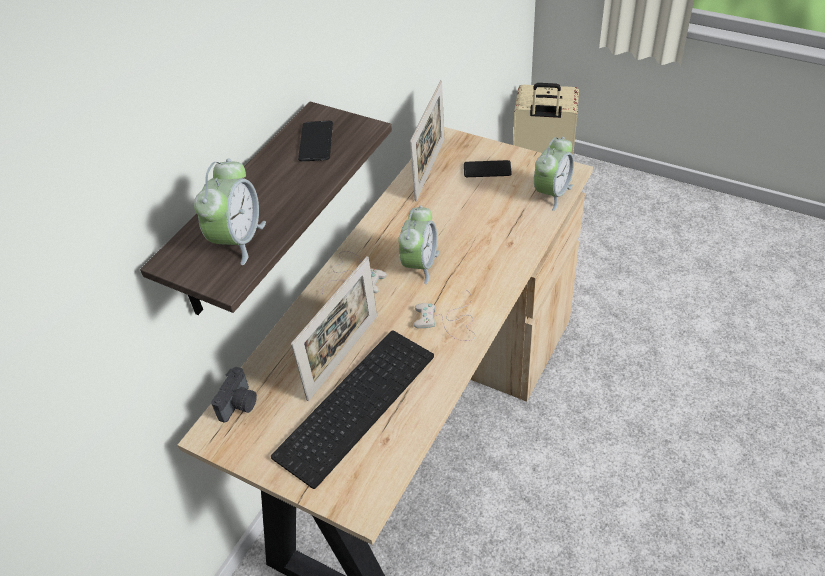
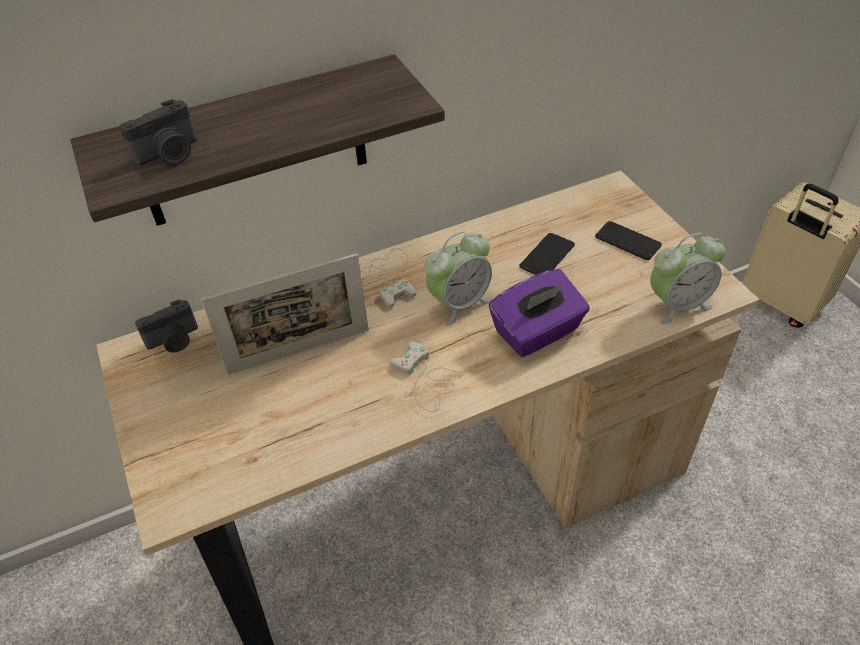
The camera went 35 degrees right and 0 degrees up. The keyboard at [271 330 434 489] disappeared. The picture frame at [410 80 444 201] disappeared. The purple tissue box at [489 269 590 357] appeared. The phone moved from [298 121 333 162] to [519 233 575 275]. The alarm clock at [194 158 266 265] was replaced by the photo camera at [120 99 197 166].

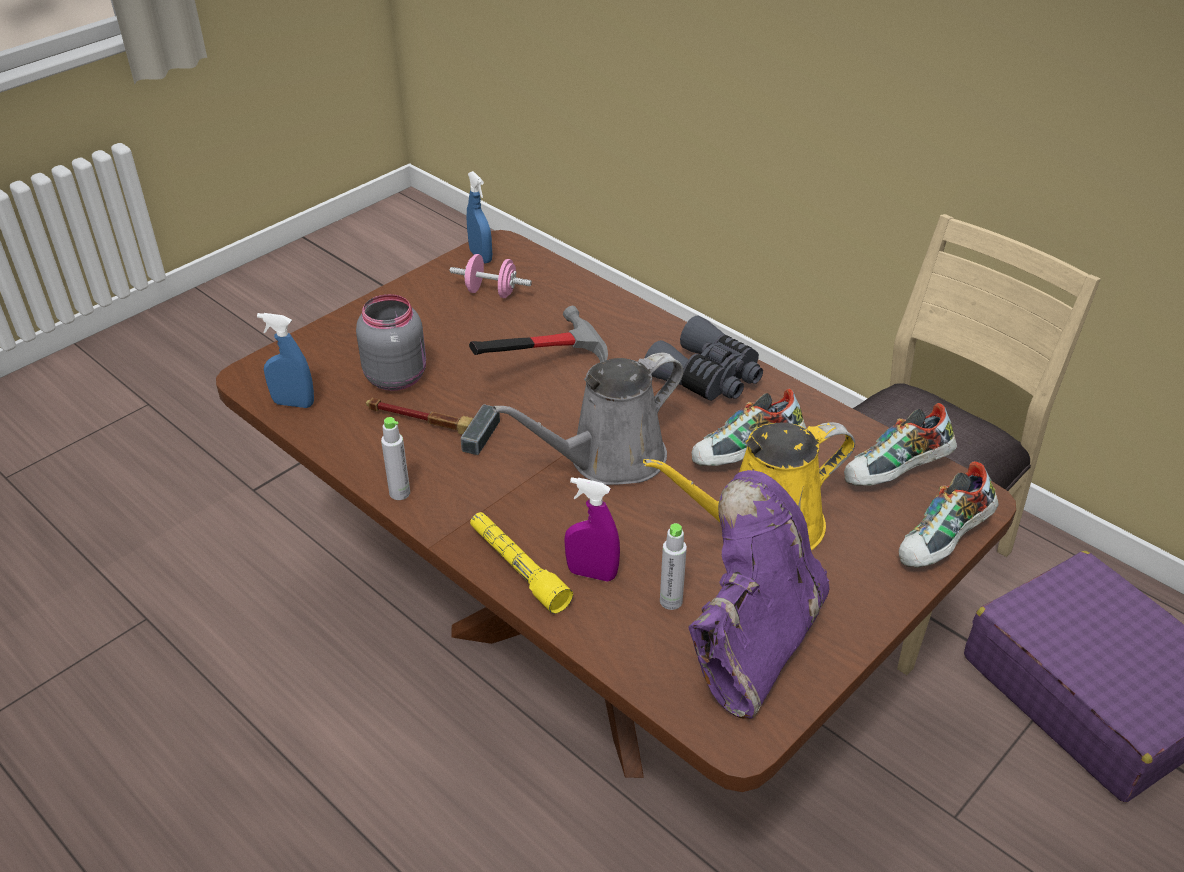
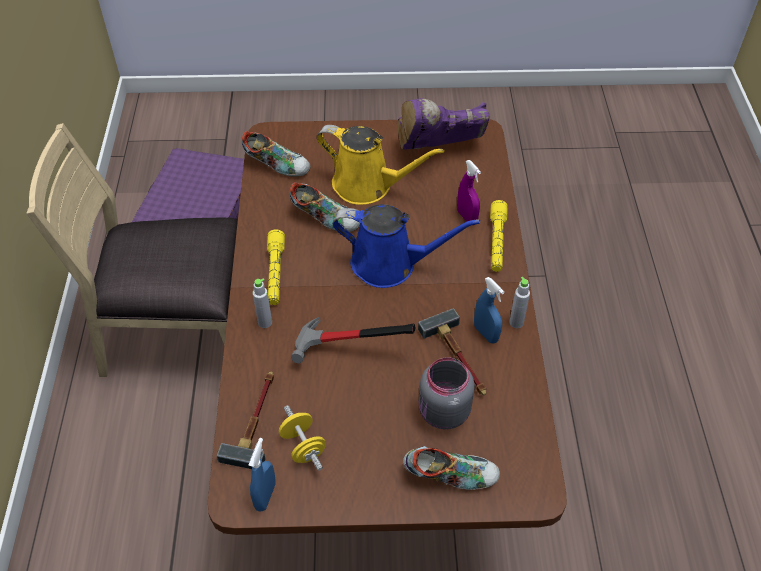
The camera went 135 degrees left and 10 degrees up. The hammer at [216 372 274 469] appeared. The blue spray bottle moved from [257 313 314 408] to [474 277 504 343]. The grey bottle moved from [660 523 687 610] to [253 278 272 328]. The shoe moved from [899 461 998 568] to [403 446 500 490]. The grey binoculars at [645 316 763 401] was replaced by the yellow flashlight at [267 229 285 305]. The pink dumbbell at [450 254 532 298] became the yellow dumbbell at [279 405 326 471]. The grey watering can at [492 353 684 485] became the blue watering can at [333 204 480 288].

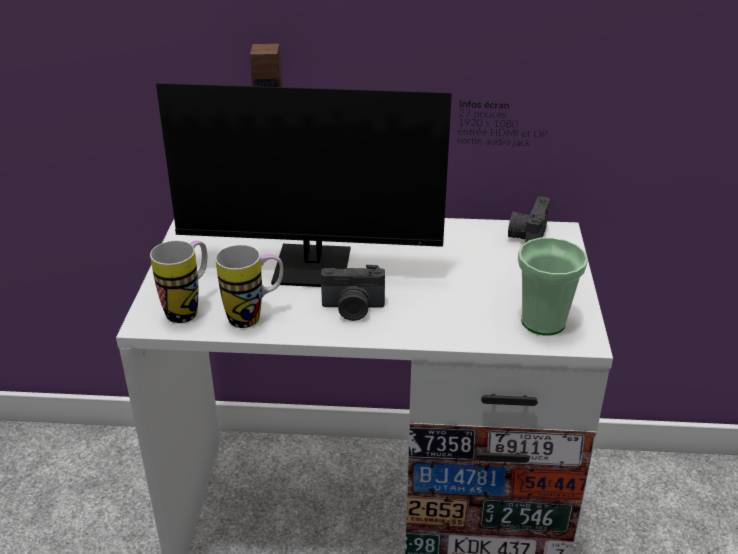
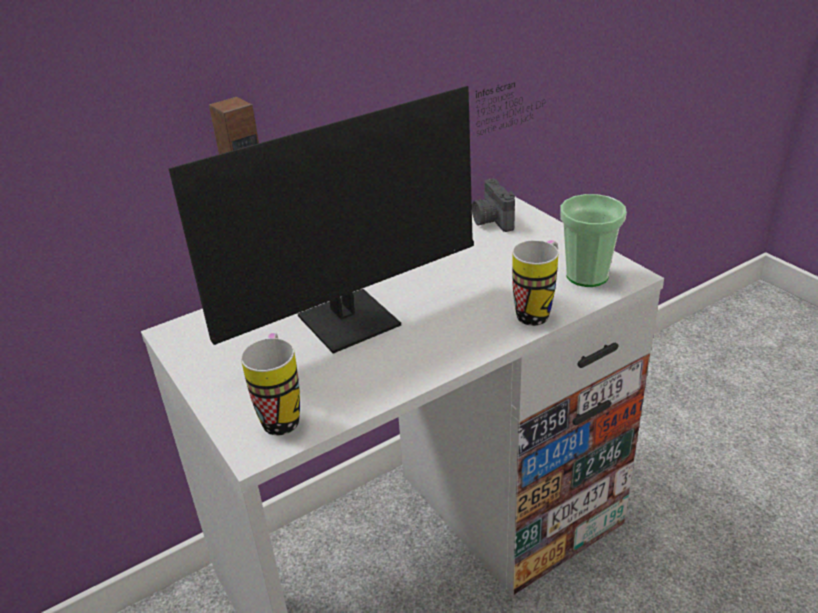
The camera went 35 degrees left and 0 degrees up. The photo camera at [321 264 385 321] disappeared. The mug moved from [215 245 283 328] to [512 240 558 326].

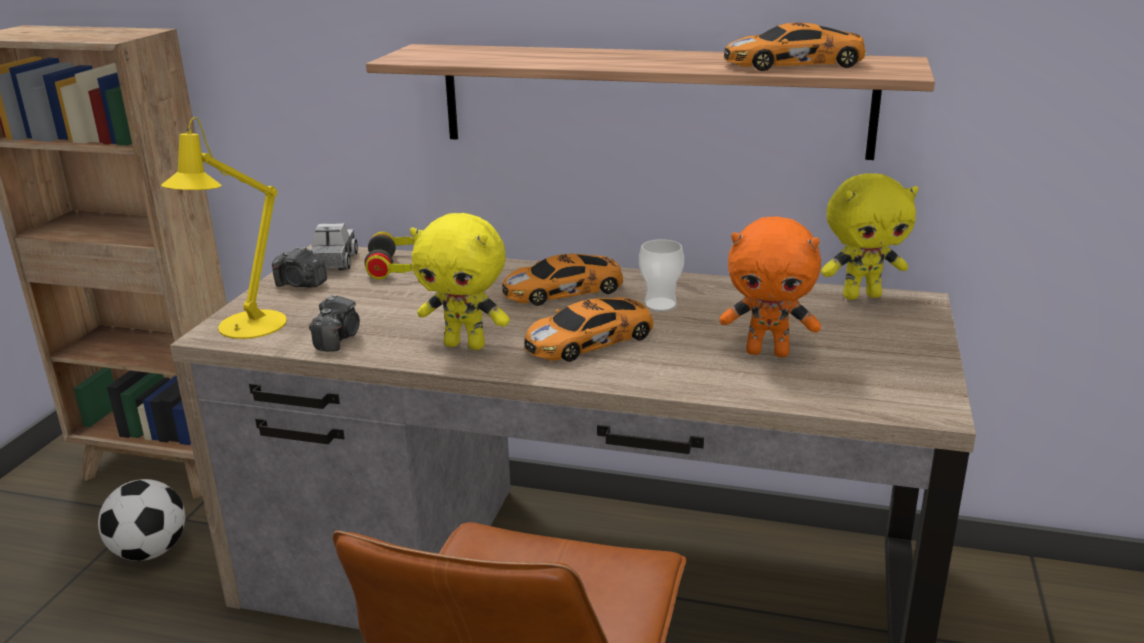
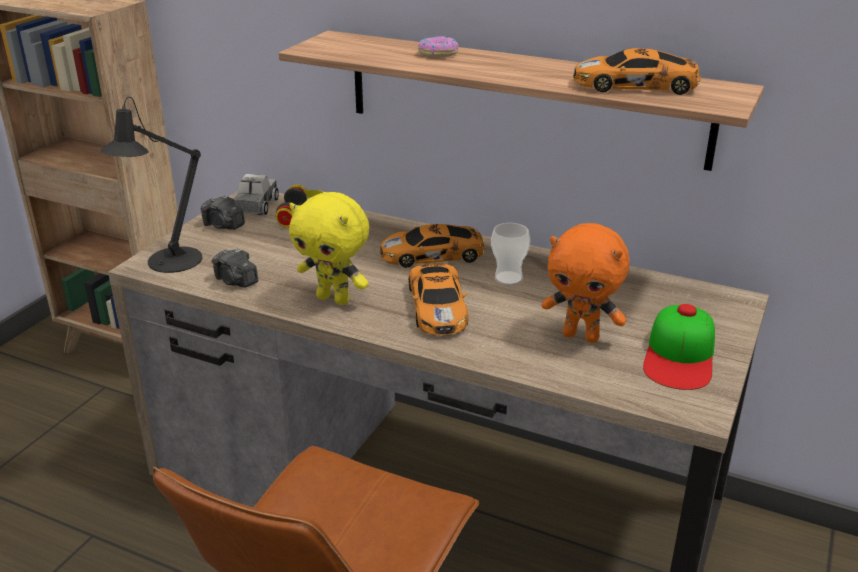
The camera went 10 degrees right and 5 degrees up. The football at [98 479 185 561] disappeared. The yellow plush toy at [821 173 918 300] disappeared. The donut at [418 36 459 58] appeared. The cap at [643 304 715 390] appeared. The yellow table lamp at [161 117 287 339] became the black table lamp at [101 97 202 273]. The photo camera at [309 295 360 352] turned 105 degrees clockwise. The toy car at [524 297 654 362] turned 75 degrees counterclockwise.

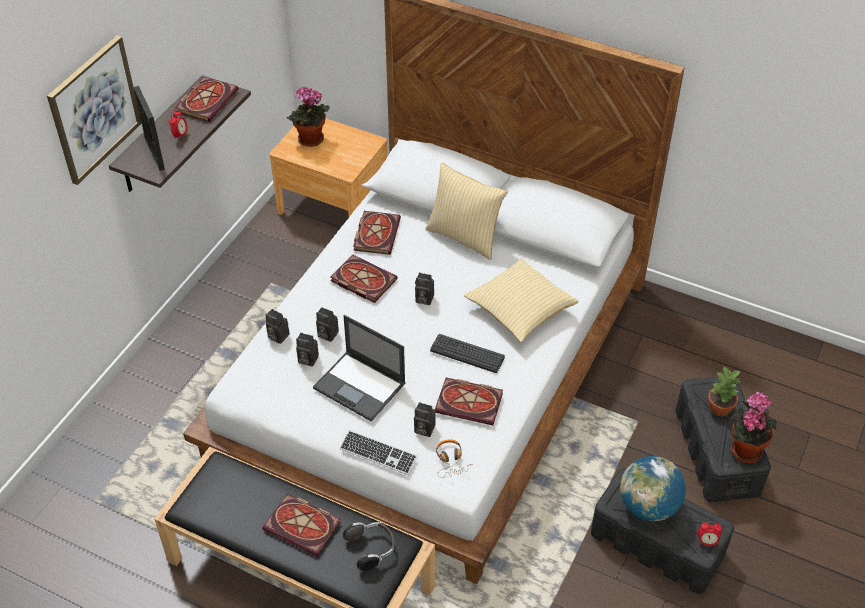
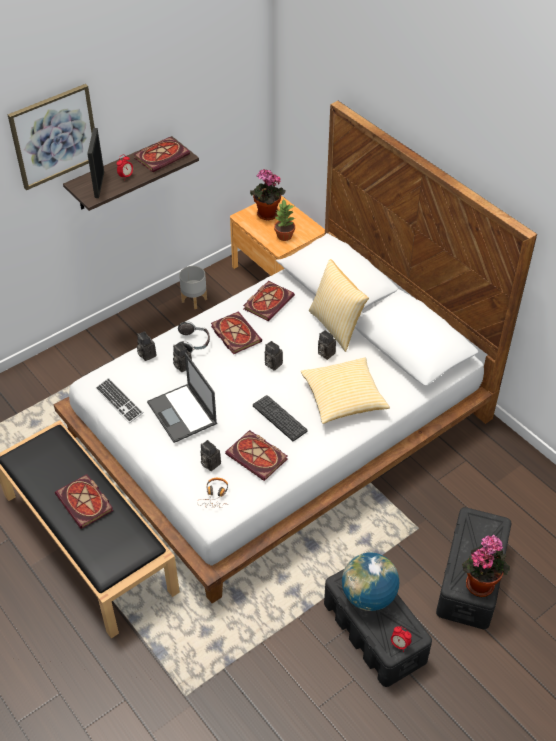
The camera went 25 degrees right and 0 degrees up. The grey planter at [179 266 207 309] appeared. The photo camera moved from [296 333 319 367] to [318 330 336 360]. The keyboard moved from [340 430 418 475] to [96 378 144 423]. The headphones moved from [343 522 394 571] to [177 321 210 353]. The potted plant moved from [708 366 740 416] to [274 199 295 241].

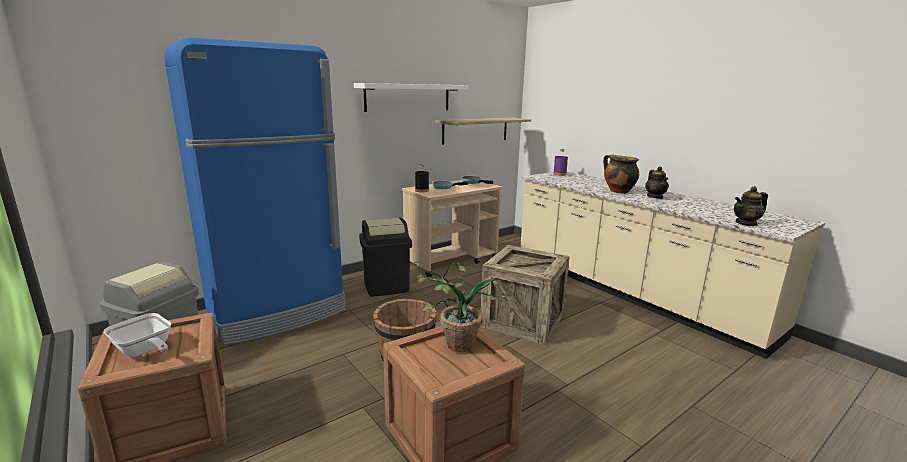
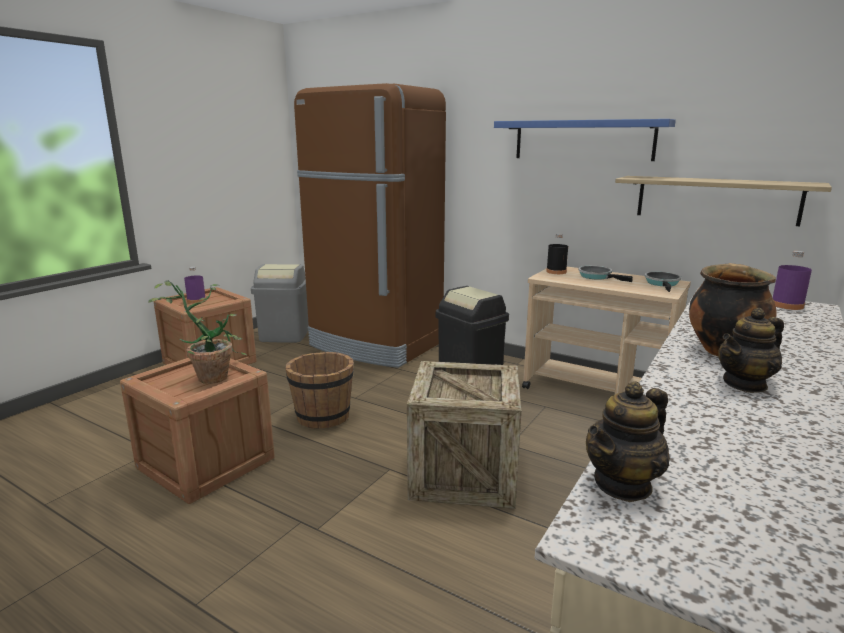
The camera went 70 degrees right and 0 degrees up. The frying pan at [103 313 171 357] was replaced by the purple bottle at [184 267 206 303]. The blue fridge at [164 37 346 346] became the brown fridge at [294 83 446 368]. The white shelf at [354 83 468 112] became the blue shelf at [494 119 676 161]. The teapot at [734 186 768 226] turned 90 degrees counterclockwise.

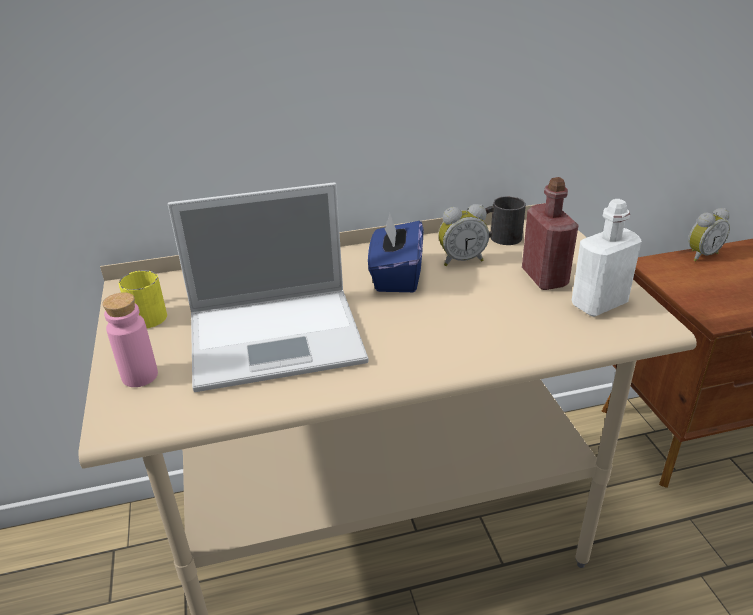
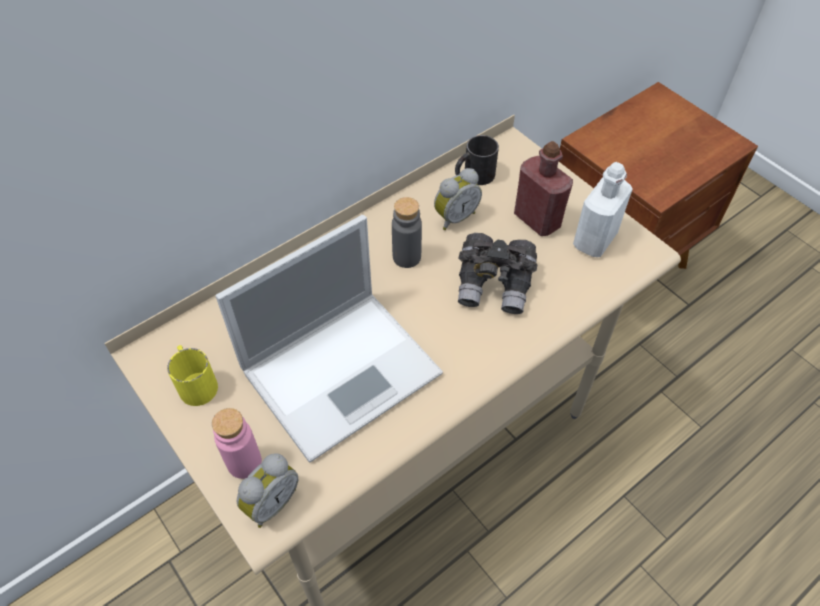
The camera went 25 degrees left and 20 degrees up. The grey binoculars at [458 233 537 314] appeared. The alarm clock moved from [688 208 730 262] to [237 453 298 528]. The blue tissue box at [368 213 423 292] was replaced by the grey bottle at [392 197 422 268].

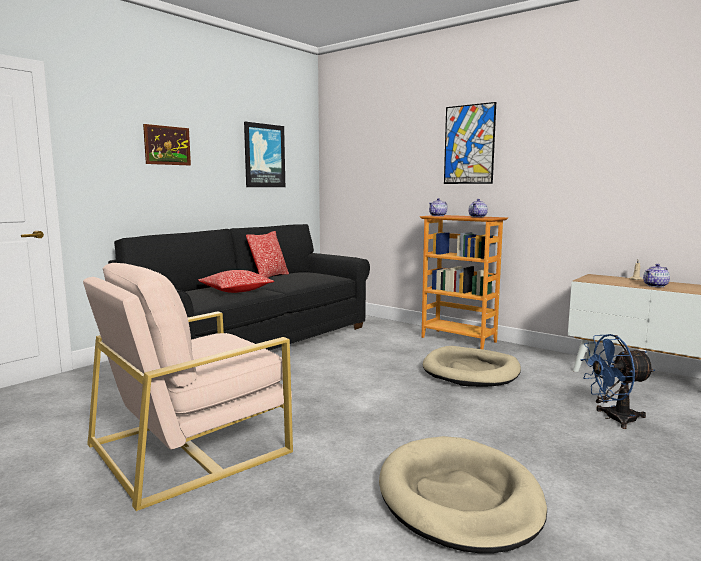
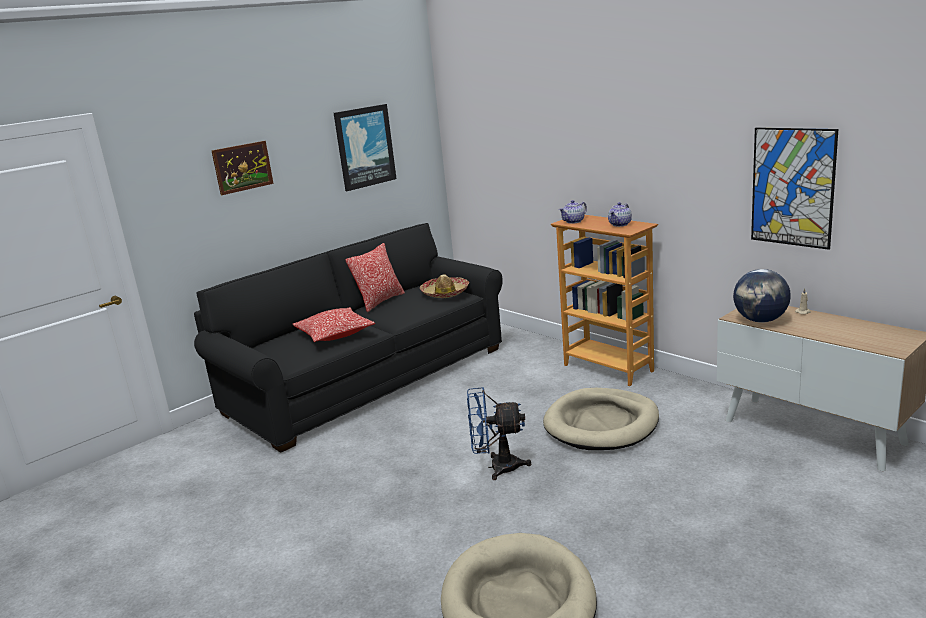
The camera went 10 degrees right and 10 degrees up. The beige armchair at [83 263 293 511] disappeared. The teapot at [643 264 670 287] disappeared. The hat at [420 274 469 298] appeared. The globe at [733 269 791 323] appeared. The picture moved from [444 102 496 184] to [751 127 838 250]. The blue fan moved from [581 334 655 429] to [467 387 531 480].

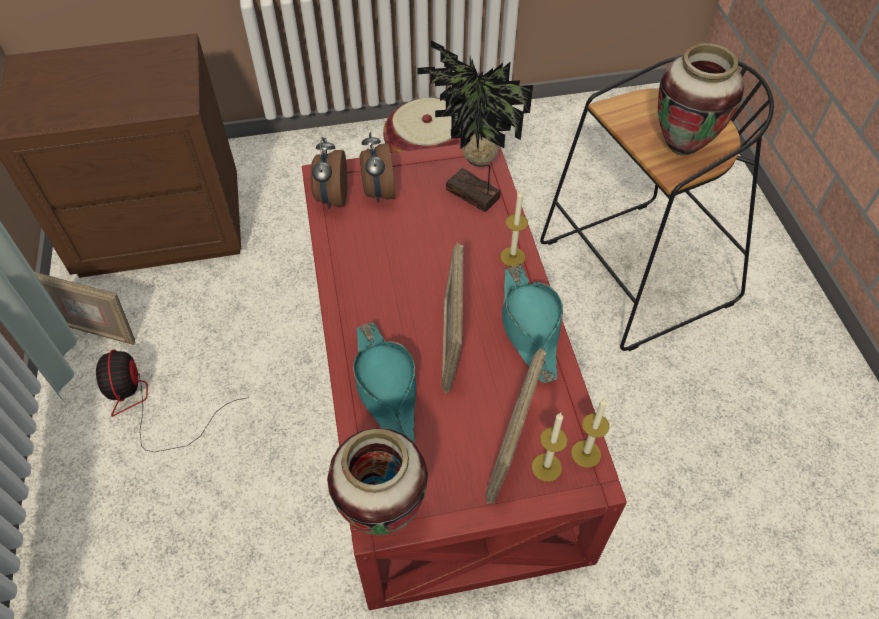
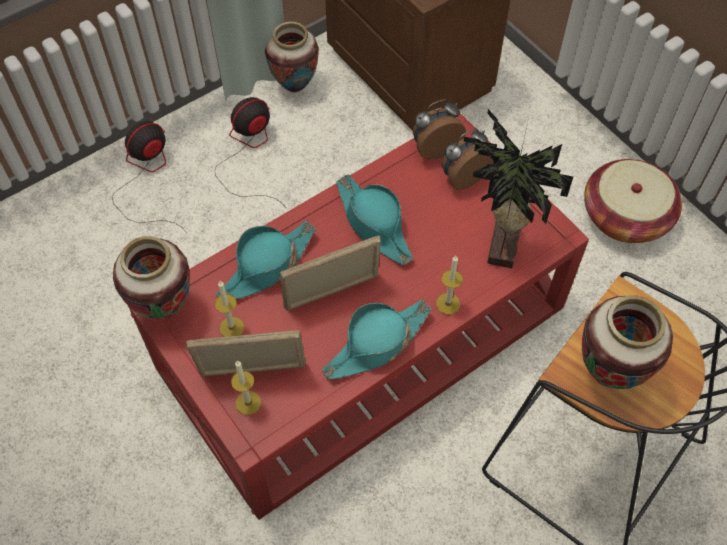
The camera went 65 degrees right and 5 degrees up. The fan at [112 121 188 234] appeared. The turquoise hat at [336 174 413 266] appeared. The candle moved from [571 398 610 468] to [215 281 244 337]. The picture frame at [35 272 135 345] was replaced by the vase at [265 22 319 93].

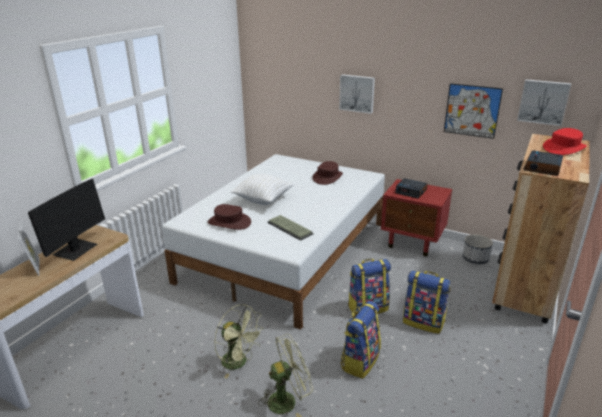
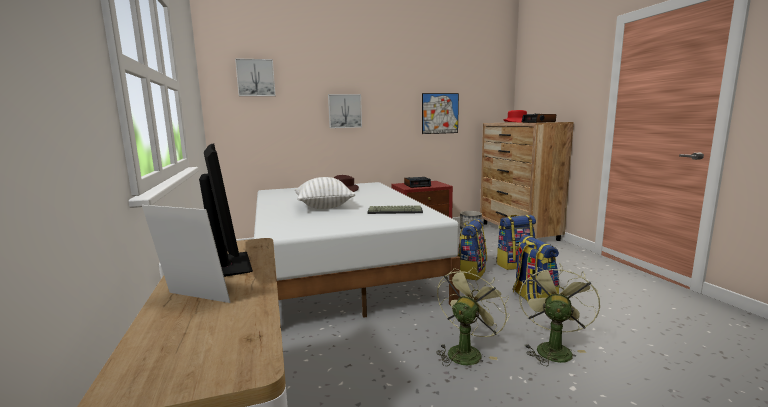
The camera went 45 degrees left and 15 degrees down. The brown hat at [208 204 251 230] disappeared. The picture moved from [517 79 572 126] to [235 58 276 96]. The green fan at [214 304 264 378] turned 45 degrees counterclockwise.

